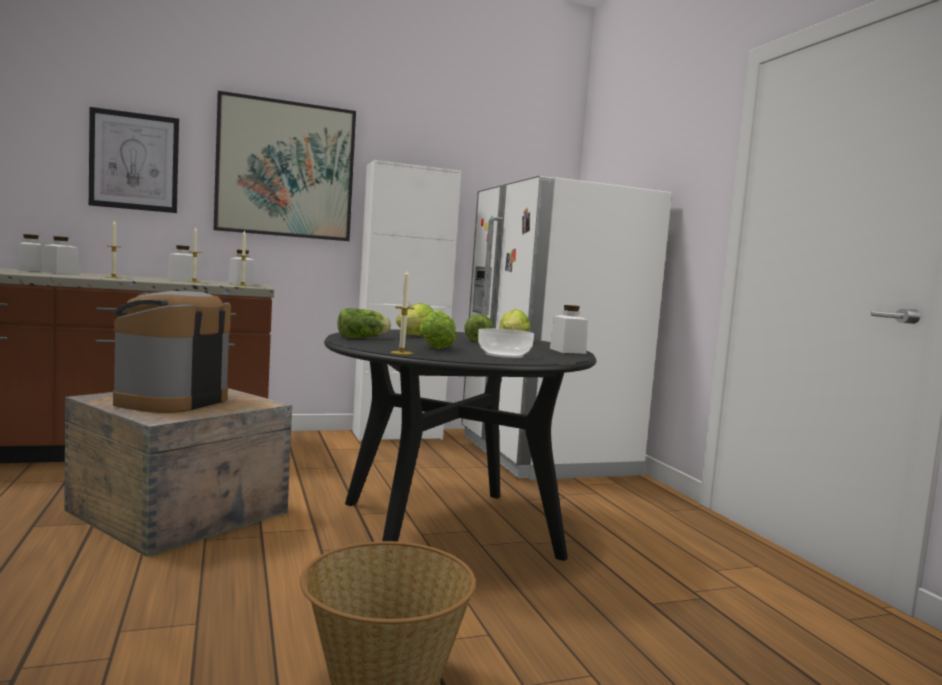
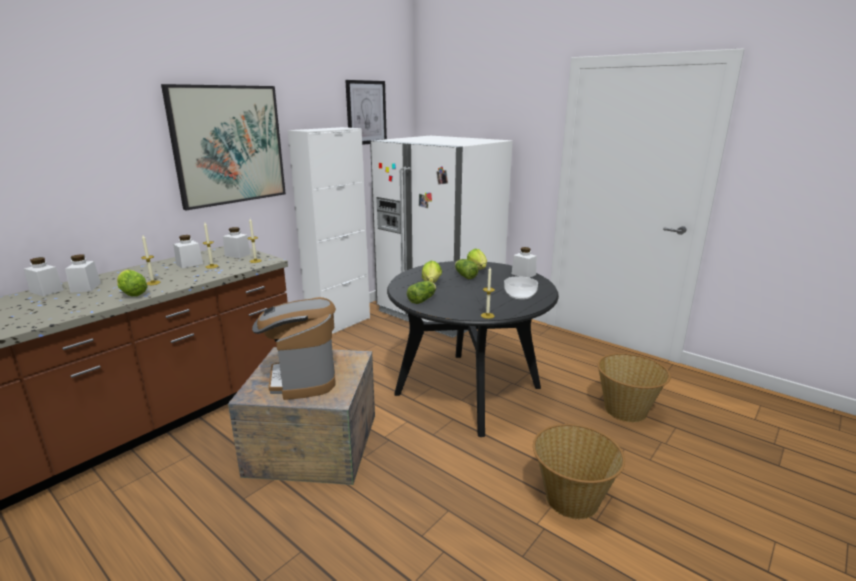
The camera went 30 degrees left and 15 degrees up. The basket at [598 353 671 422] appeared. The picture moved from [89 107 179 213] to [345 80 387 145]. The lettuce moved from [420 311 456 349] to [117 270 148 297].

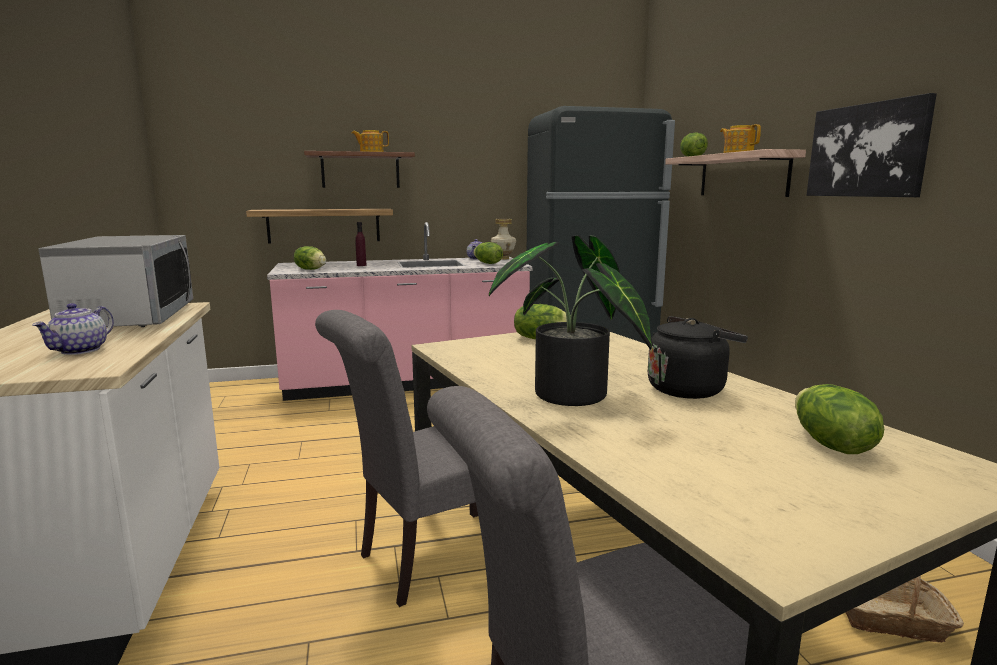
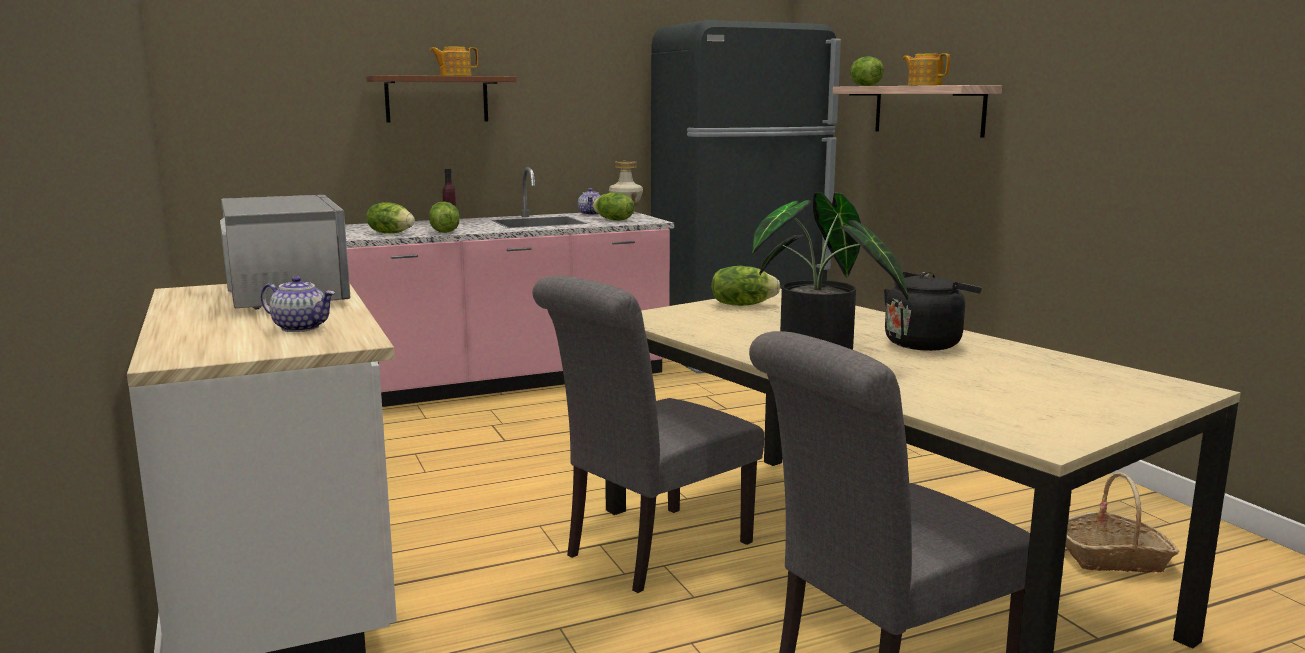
The camera went 10 degrees left and 0 degrees up. The shelf at [246 209 393 243] disappeared. The picture at [807 93 937 197] disappeared. The lettuce moved from [795 384 884 454] to [429 202 460 233]. The teapot at [32 303 114 355] turned 75 degrees counterclockwise.

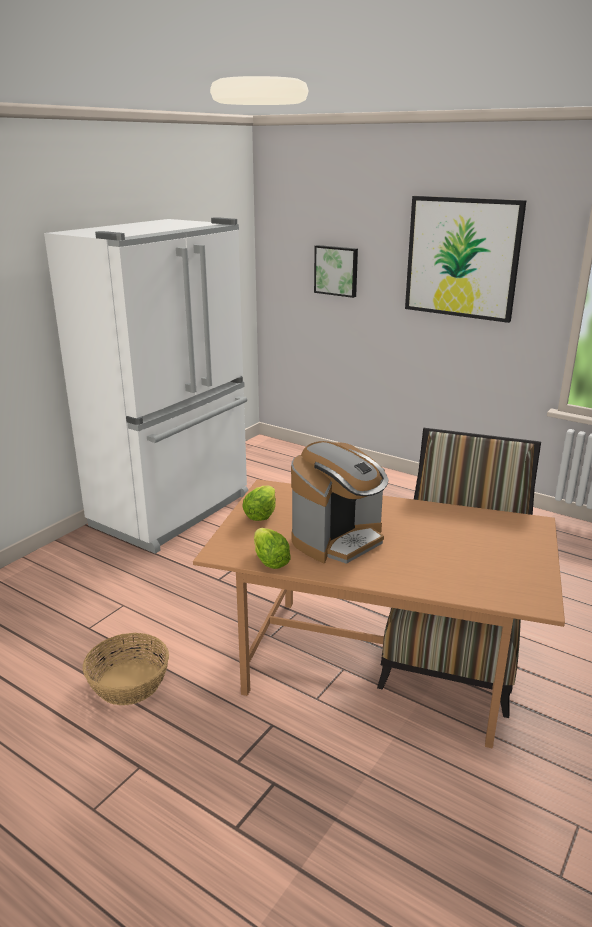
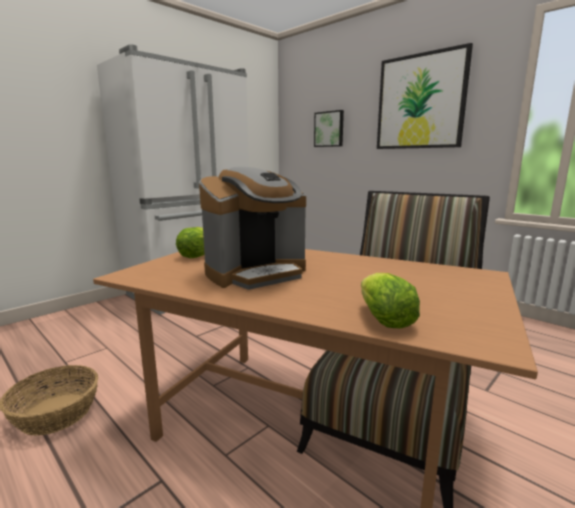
The camera went 10 degrees right and 10 degrees down. The lettuce moved from [254 528 291 569] to [361 273 420 328].

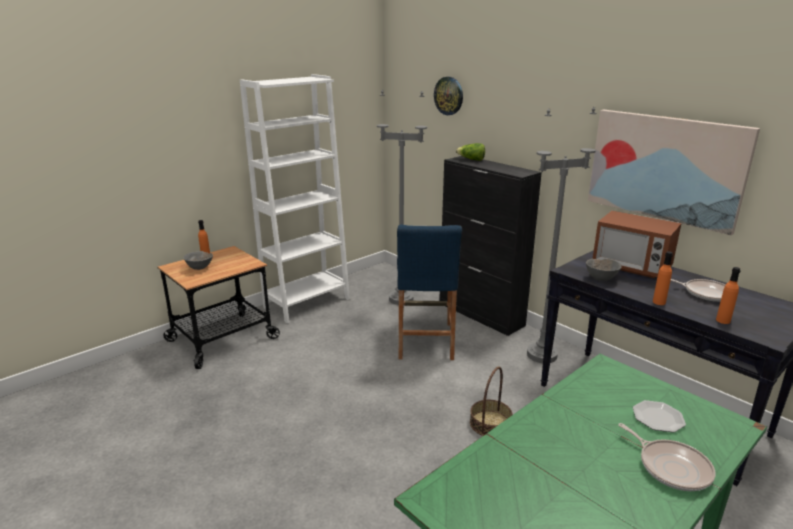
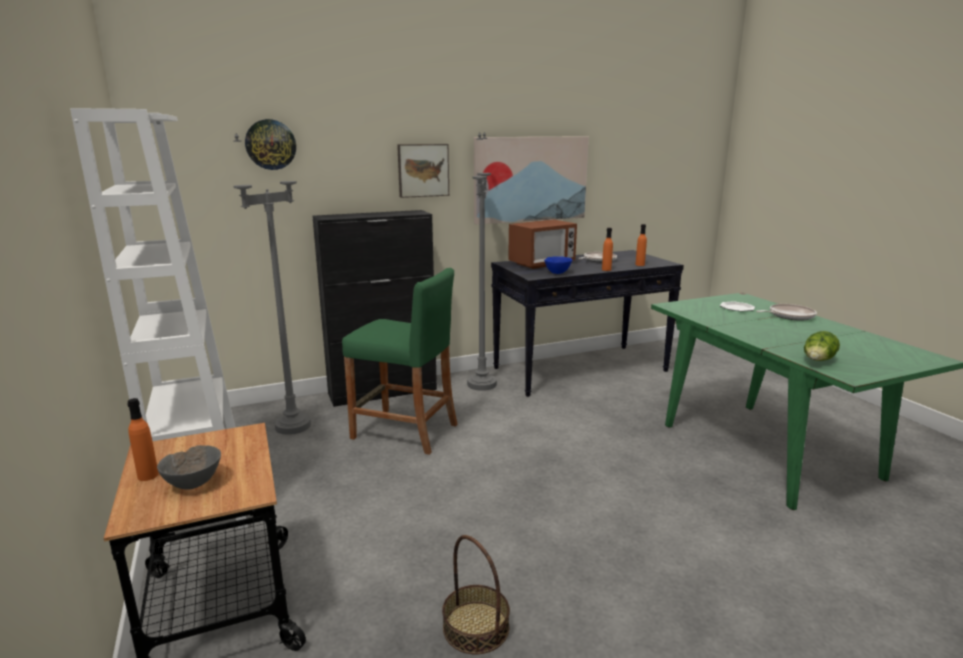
The camera went 70 degrees left and 5 degrees down. The picture at [397 144 449 198] appeared. The lettuce moved from [456 143 485 161] to [804 331 840 361]. The basket moved from [470 367 513 436] to [442 535 510 654]. The blue stool at [397 224 462 360] became the green stool at [342 268 458 455]. The grey bowl at [586 259 622 281] became the blue bowl at [544 256 573 274].

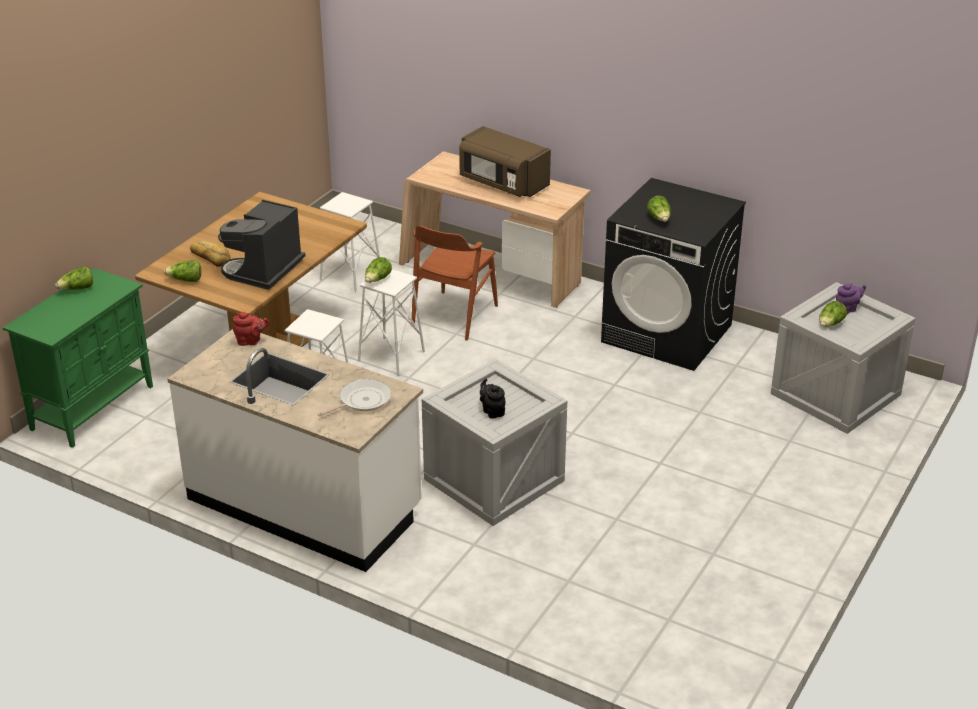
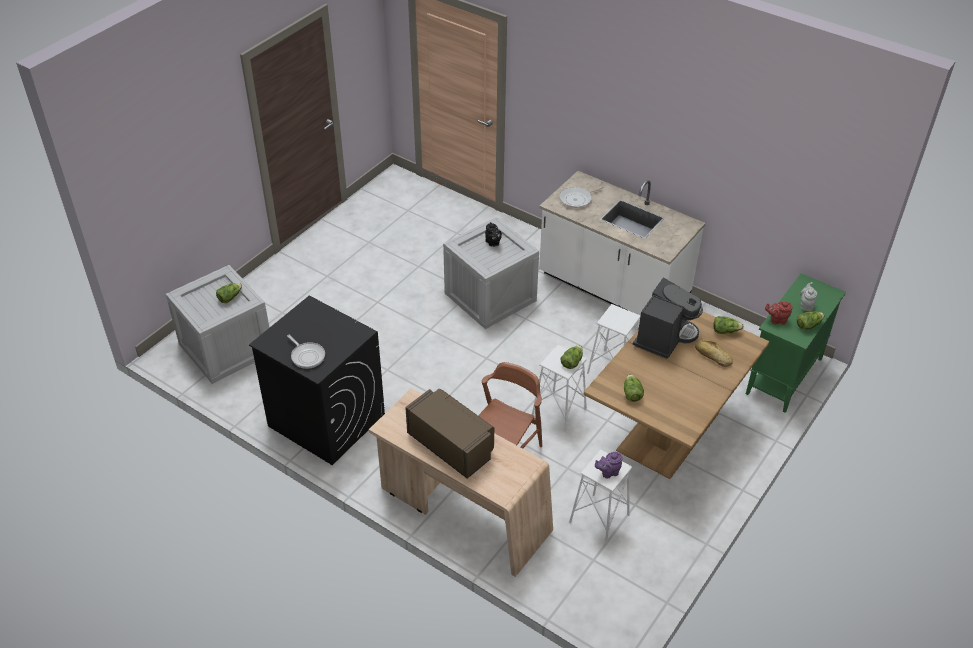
The camera went 175 degrees left and 10 degrees up. The frying pan at [287 335 325 369] appeared. The grey teapot at [800 282 818 312] appeared. The red teapot moved from [233 312 270 346] to [765 302 793 325]. The lettuce moved from [647 196 671 222] to [624 374 644 402]. The purple teapot moved from [836 283 866 314] to [595 452 623 479].

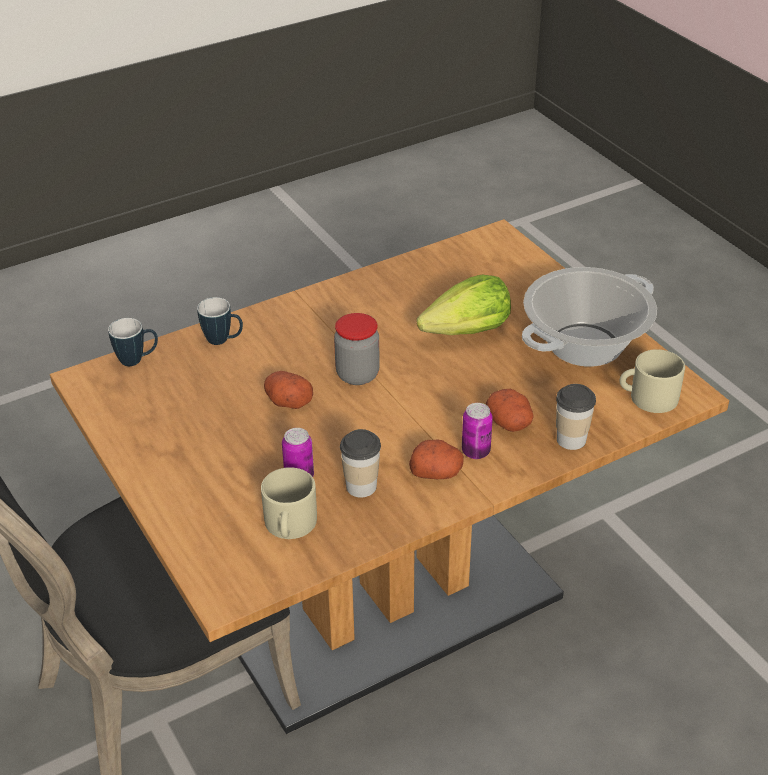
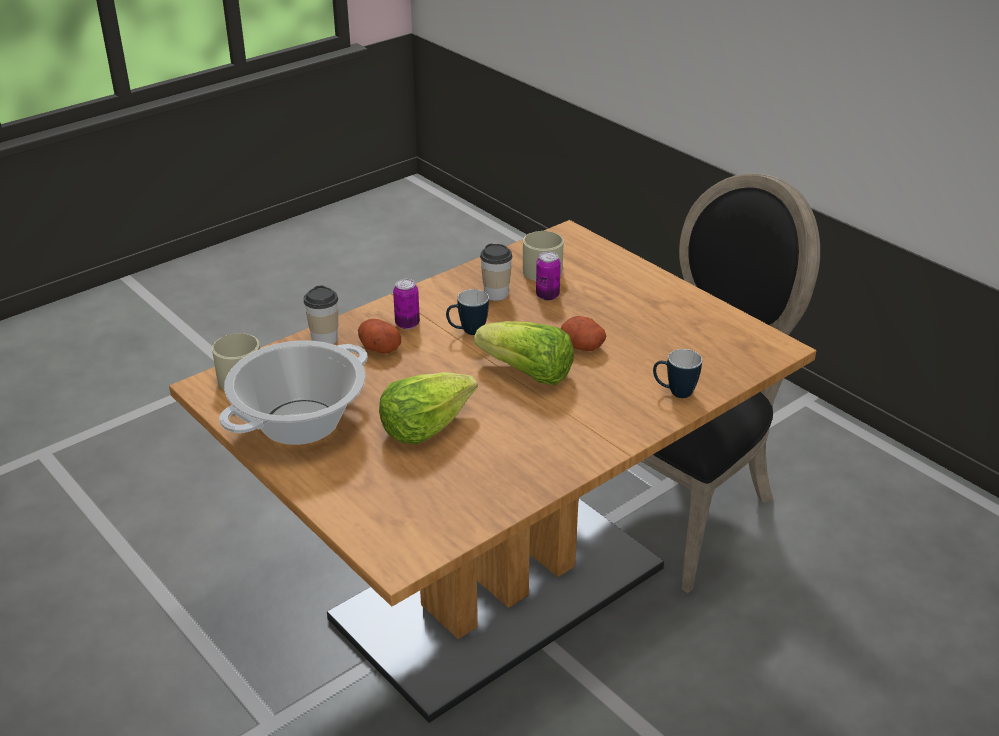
The camera went 170 degrees right and 5 degrees down. The potato at [409 439 464 479] disappeared. The mug moved from [108 318 158 366] to [446 289 489 335]. The jar at [334 313 380 385] was replaced by the lettuce at [474 321 574 385].

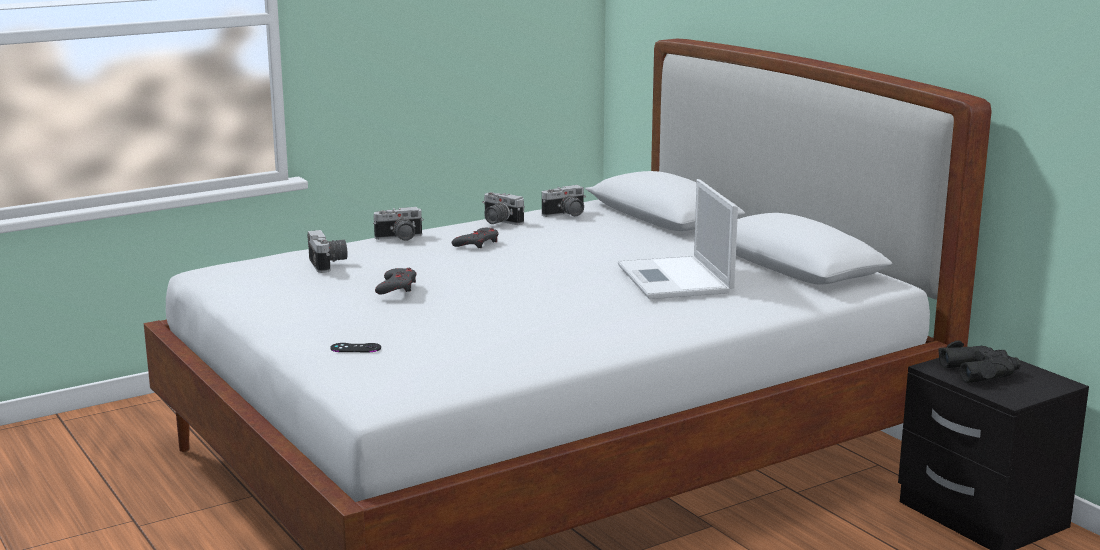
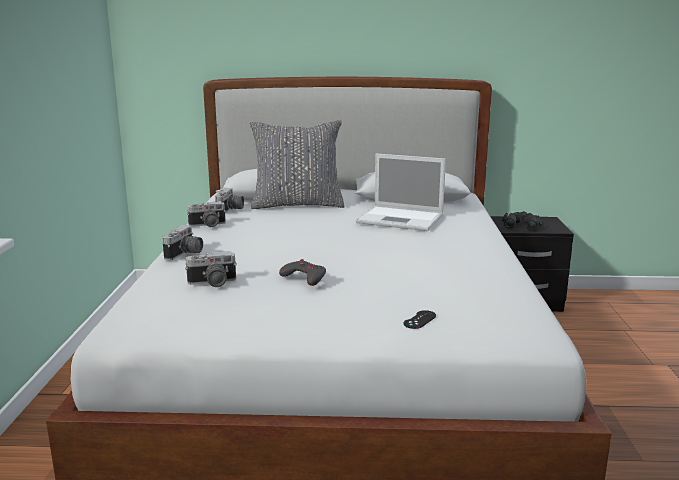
The camera went 55 degrees left and 0 degrees up. The grey game controller at [452 228 499 248] disappeared. The grey pillow at [250 120 345 209] appeared. The photo camera at [307 230 348 273] turned 150 degrees clockwise.

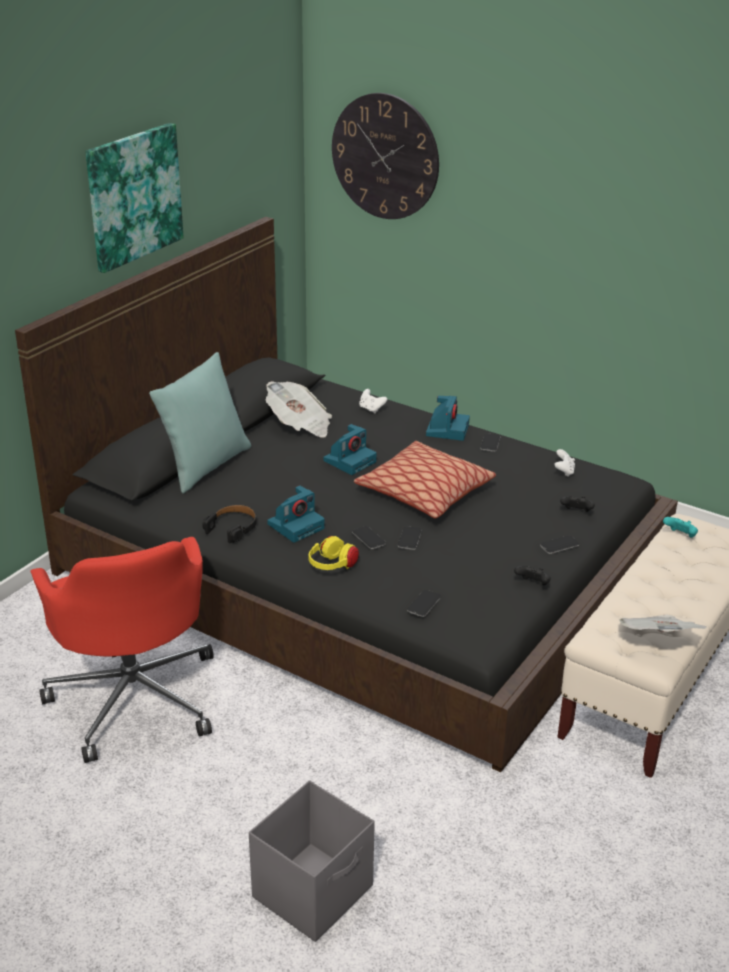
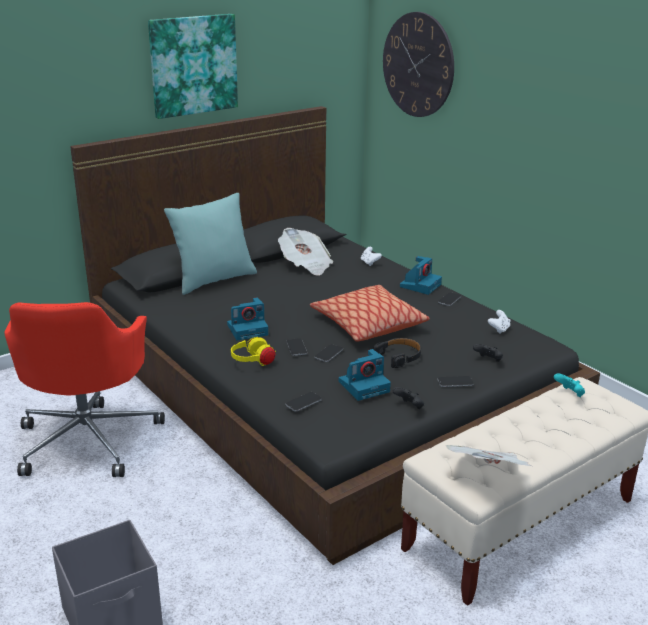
The camera went 20 degrees right and 5 degrees down. The black headphones moved from [202 504 257 543] to [373 338 421 368]. The photo camera moved from [323 424 377 475] to [339 349 391 401].

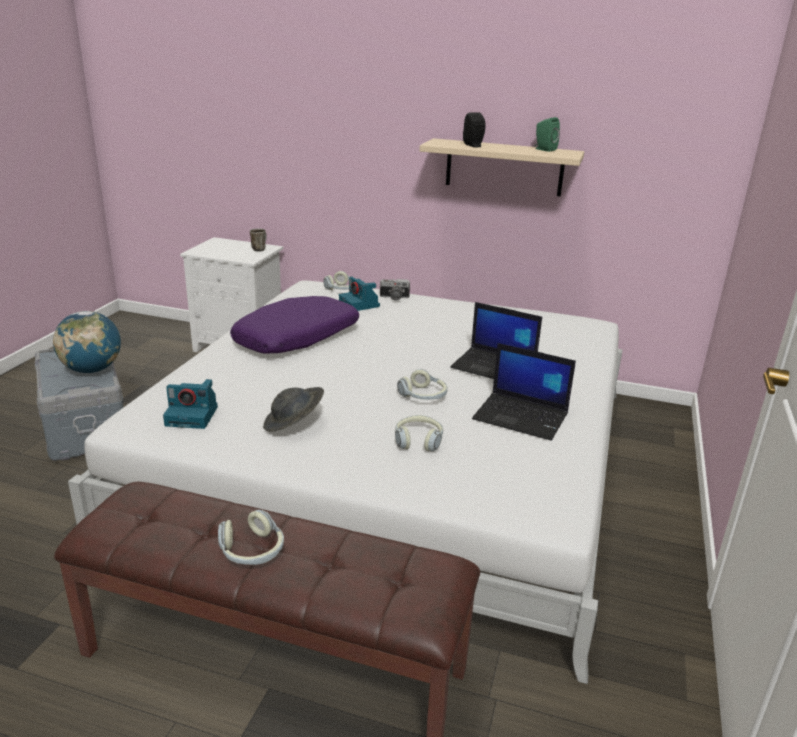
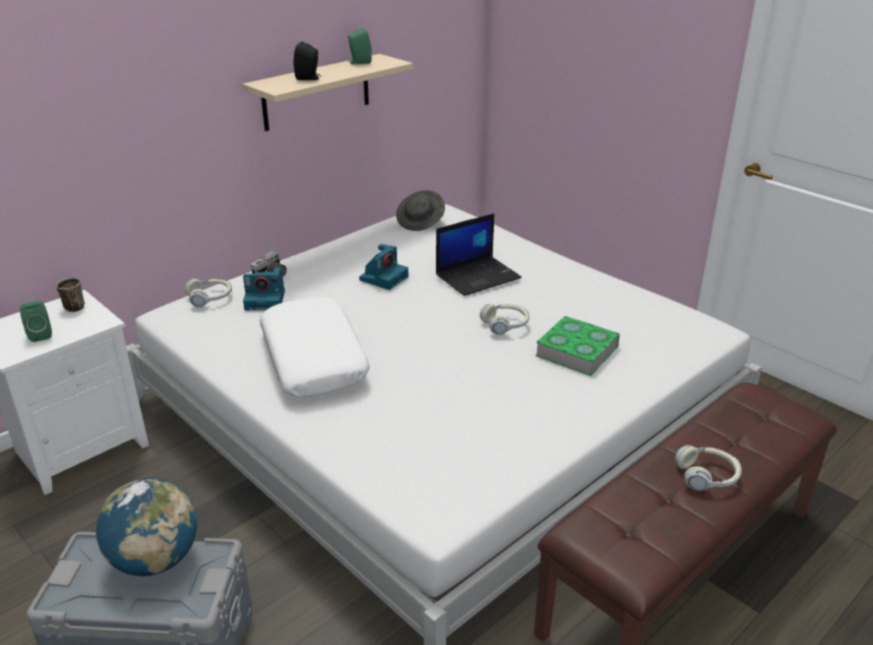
The camera went 60 degrees left and 5 degrees up. The laptop at [472 343 576 441] disappeared. The green speaker at [20 300 52 342] appeared. The photo camera moved from [163 379 218 429] to [359 244 408 290]. The grey hat moved from [263 387 324 432] to [396 190 445 231]. The headphones at [395 415 443 451] was replaced by the book at [535 316 620 376]. The purple pillow at [230 296 359 354] became the white pillow at [260 297 370 397].

